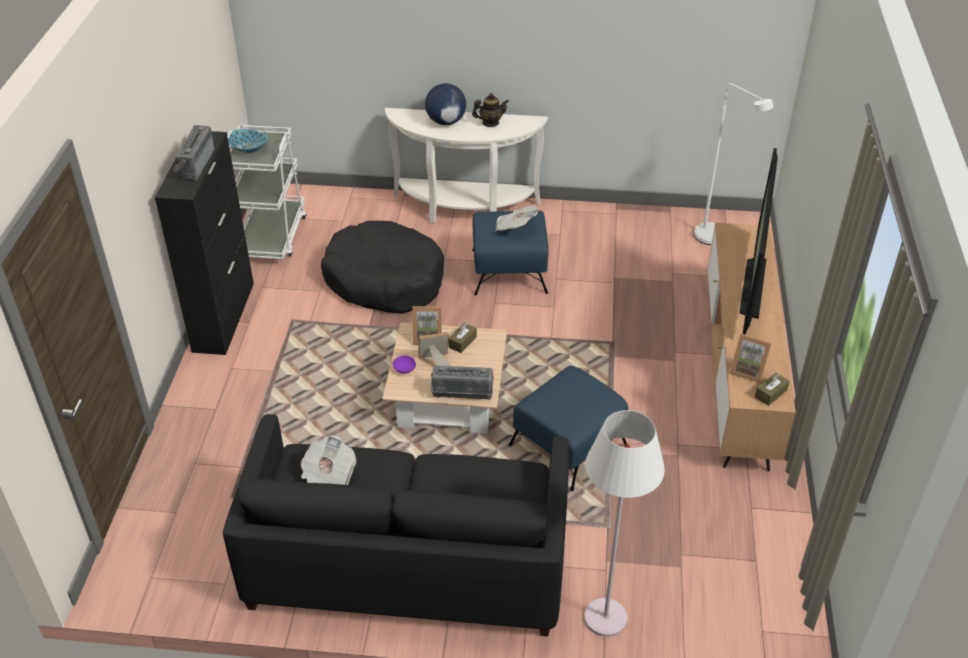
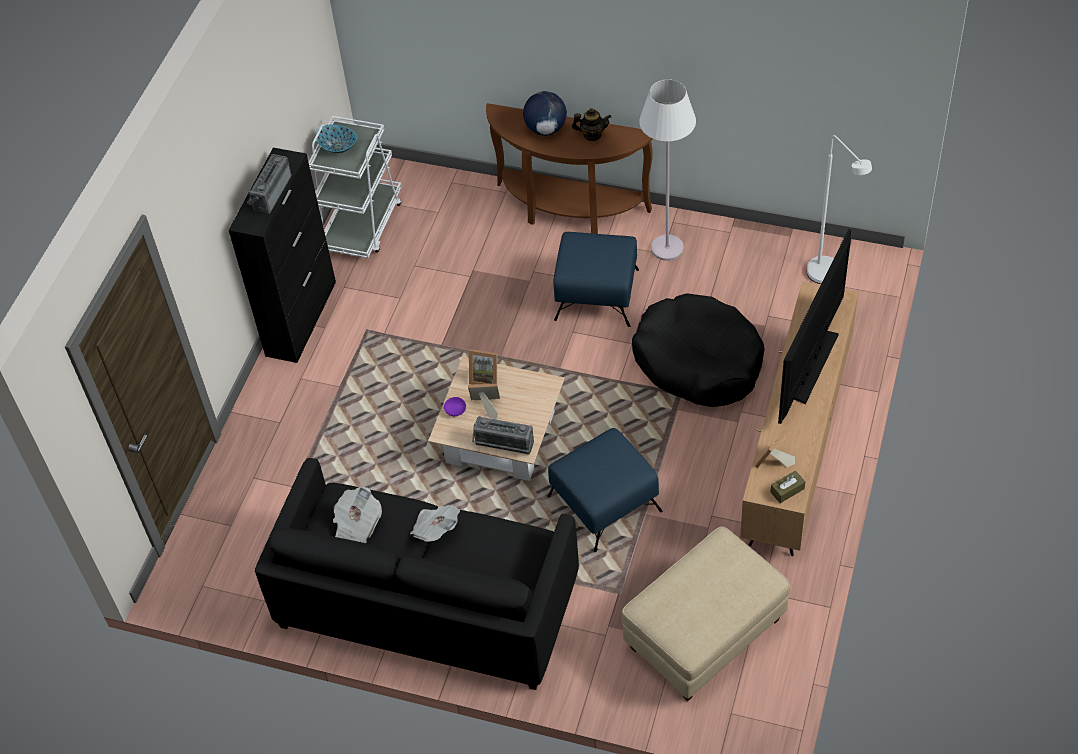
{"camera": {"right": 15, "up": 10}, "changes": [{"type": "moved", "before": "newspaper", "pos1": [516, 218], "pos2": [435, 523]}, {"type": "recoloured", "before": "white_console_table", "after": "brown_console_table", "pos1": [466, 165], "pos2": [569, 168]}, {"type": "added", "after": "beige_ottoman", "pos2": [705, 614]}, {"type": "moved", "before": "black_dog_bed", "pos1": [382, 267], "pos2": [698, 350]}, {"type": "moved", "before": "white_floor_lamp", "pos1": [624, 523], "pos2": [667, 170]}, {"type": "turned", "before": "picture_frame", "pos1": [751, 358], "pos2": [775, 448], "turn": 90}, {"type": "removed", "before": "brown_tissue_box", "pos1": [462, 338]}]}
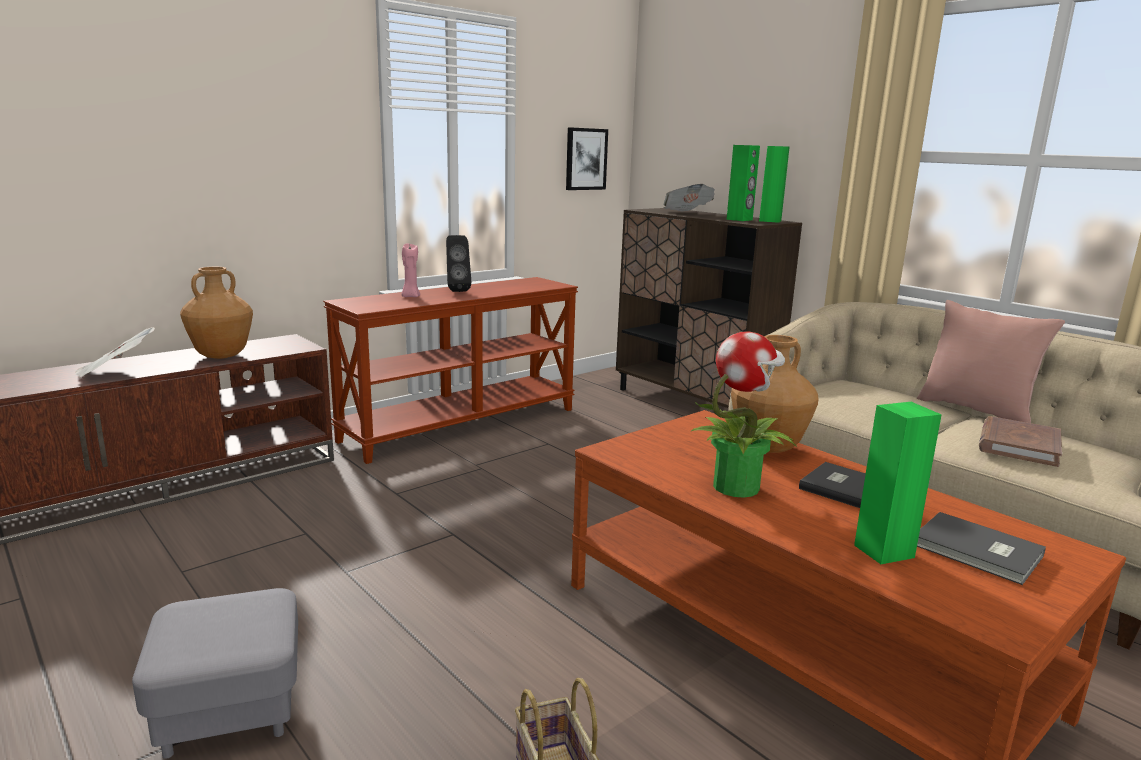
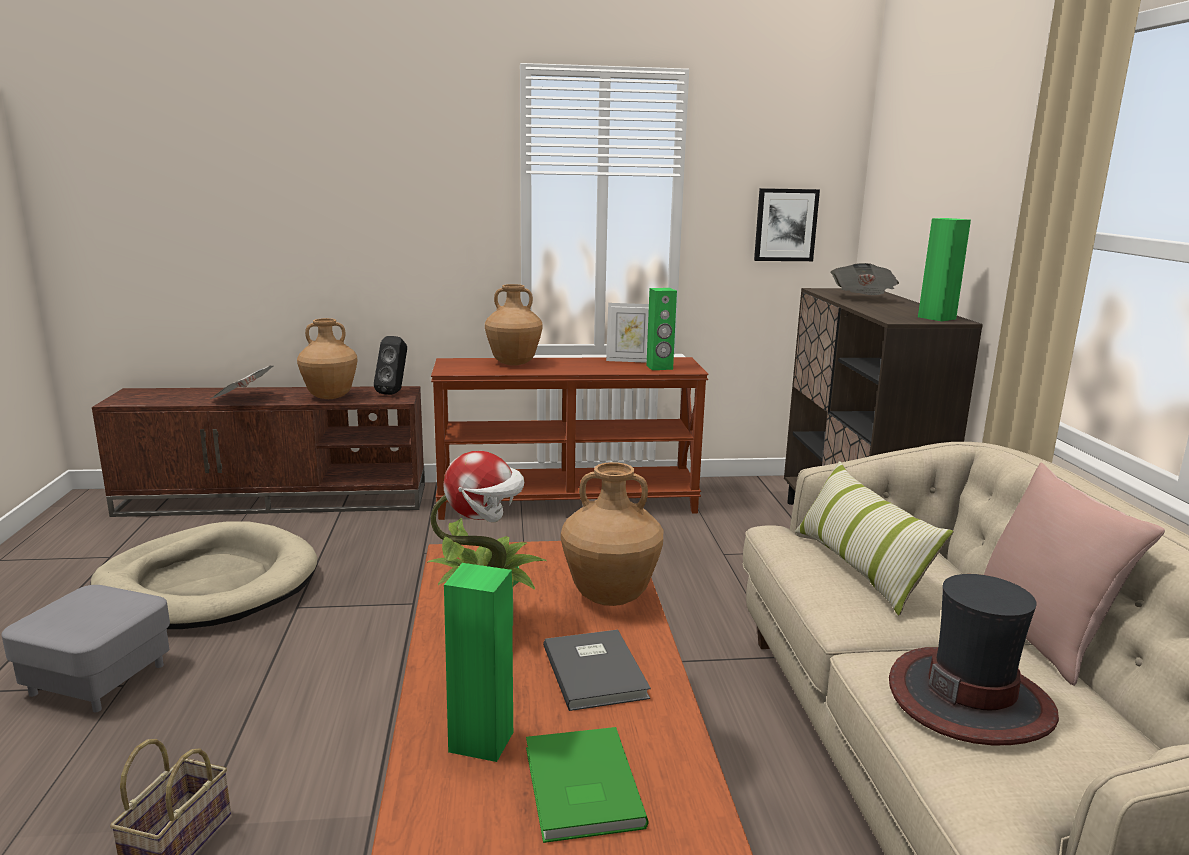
{"camera": {"right": 35, "up": 0}, "changes": [{"type": "added", "after": "beige_dog_bed", "pos2": [203, 575]}, {"type": "moved", "before": "black_speaker", "pos1": [459, 263], "pos2": [390, 365]}, {"type": "replaced", "before": "pink_candle", "after": "brown_vase", "pos1": [410, 270], "pos2": [514, 325]}, {"type": "recoloured", "before": "grey_book", "after": "green_book", "pos1": [981, 548], "pos2": [587, 785]}, {"type": "added", "after": "picture_frame", "pos2": [627, 333]}, {"type": "moved", "before": "green_speaker", "pos1": [743, 183], "pos2": [661, 329]}, {"type": "added", "after": "pillow", "pos2": [874, 538]}, {"type": "replaced", "before": "brown_book", "after": "hat", "pos1": [1020, 441], "pos2": [974, 659]}]}
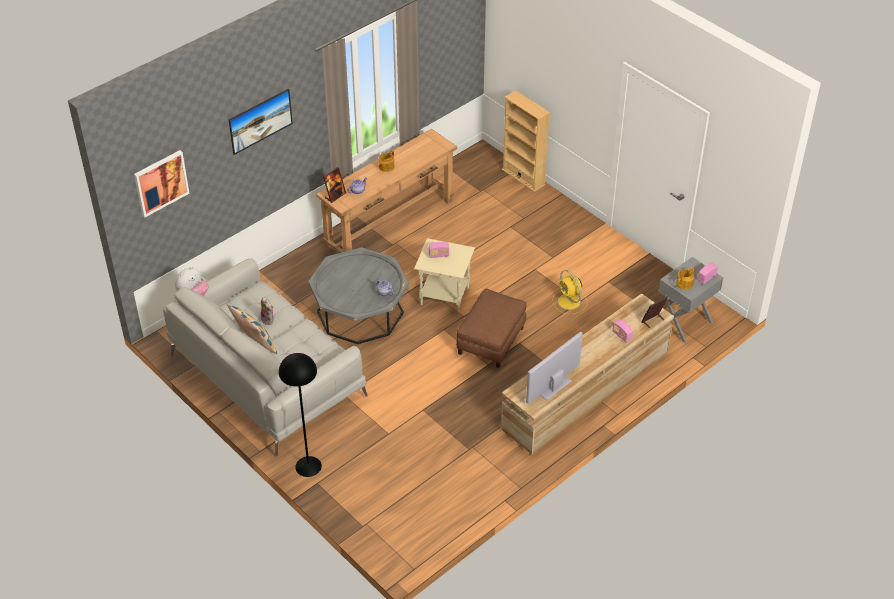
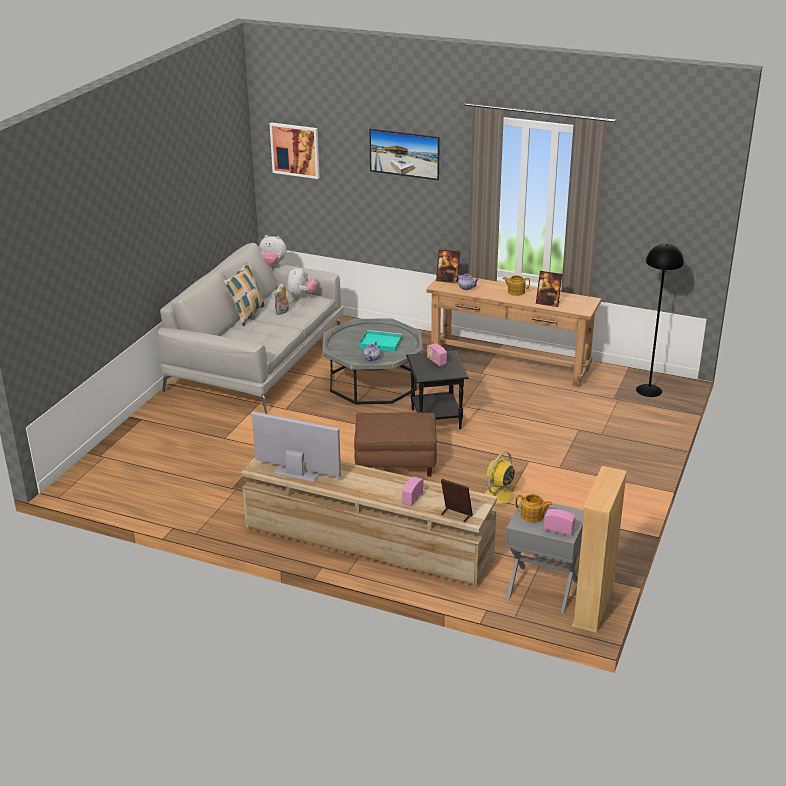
{"camera": {"right": 65, "up": -15}, "changes": [{"type": "added", "after": "plush_toy", "pos2": [302, 282]}, {"type": "added", "after": "turquoise_tray", "pos2": [380, 341]}, {"type": "recoloured", "before": "beige_side_table", "after": "black_side_table", "pos1": [444, 275], "pos2": [437, 389]}, {"type": "added", "after": "picture_frame", "pos2": [549, 289]}, {"type": "moved", "before": "beige_bookcase", "pos1": [526, 141], "pos2": [599, 549]}, {"type": "moved", "before": "black_floor_lamp", "pos1": [300, 415], "pos2": [660, 320]}]}
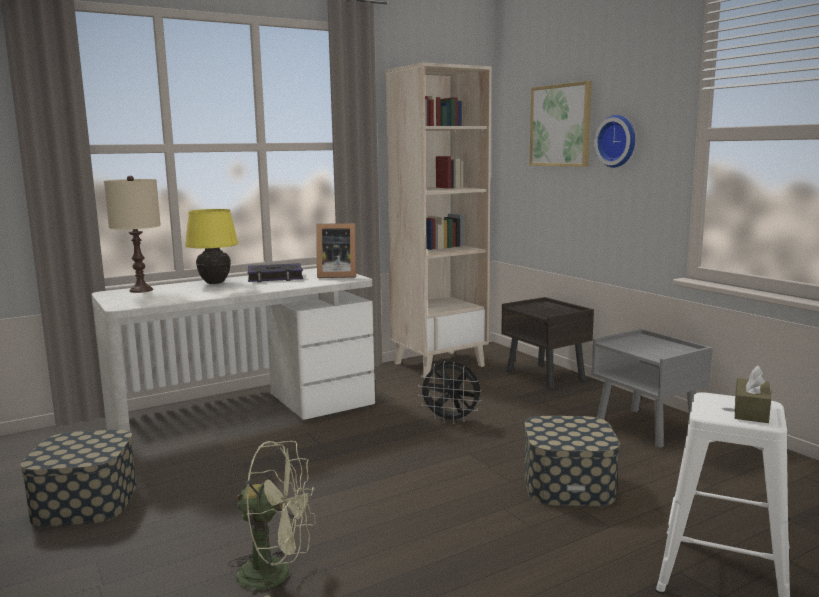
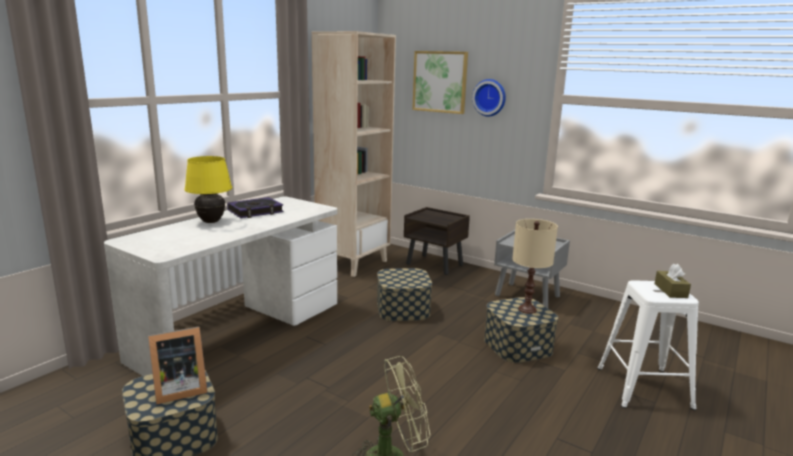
{"camera": {"right": -25, "up": 5}, "changes": [{"type": "moved", "before": "picture_frame", "pos1": [336, 250], "pos2": [177, 366]}, {"type": "replaced", "before": "black_fan", "after": "storage_box", "pos1": [450, 392], "pos2": [404, 294]}, {"type": "moved", "before": "beige_table_lamp", "pos1": [132, 234], "pos2": [535, 266]}]}
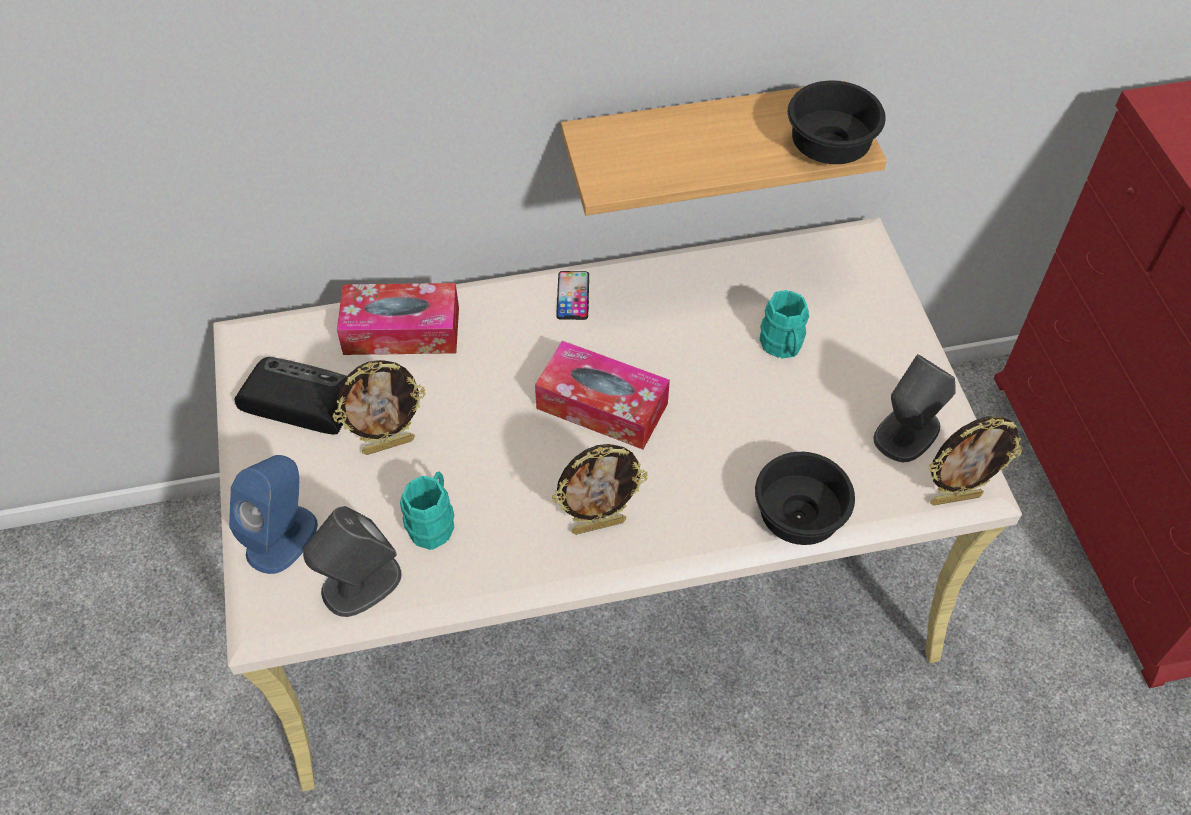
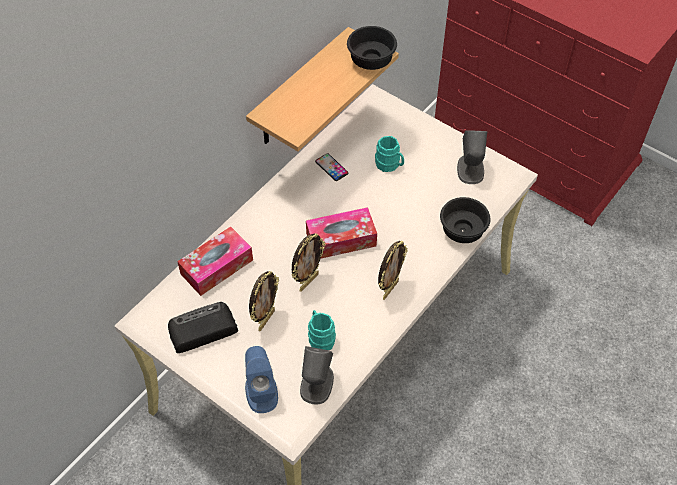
{"camera": {"right": -40, "up": 0}, "changes": [{"type": "moved", "before": "picture_frame", "pos1": [975, 460], "pos2": [308, 263]}, {"type": "moved", "before": "phone", "pos1": [572, 295], "pos2": [332, 167]}]}
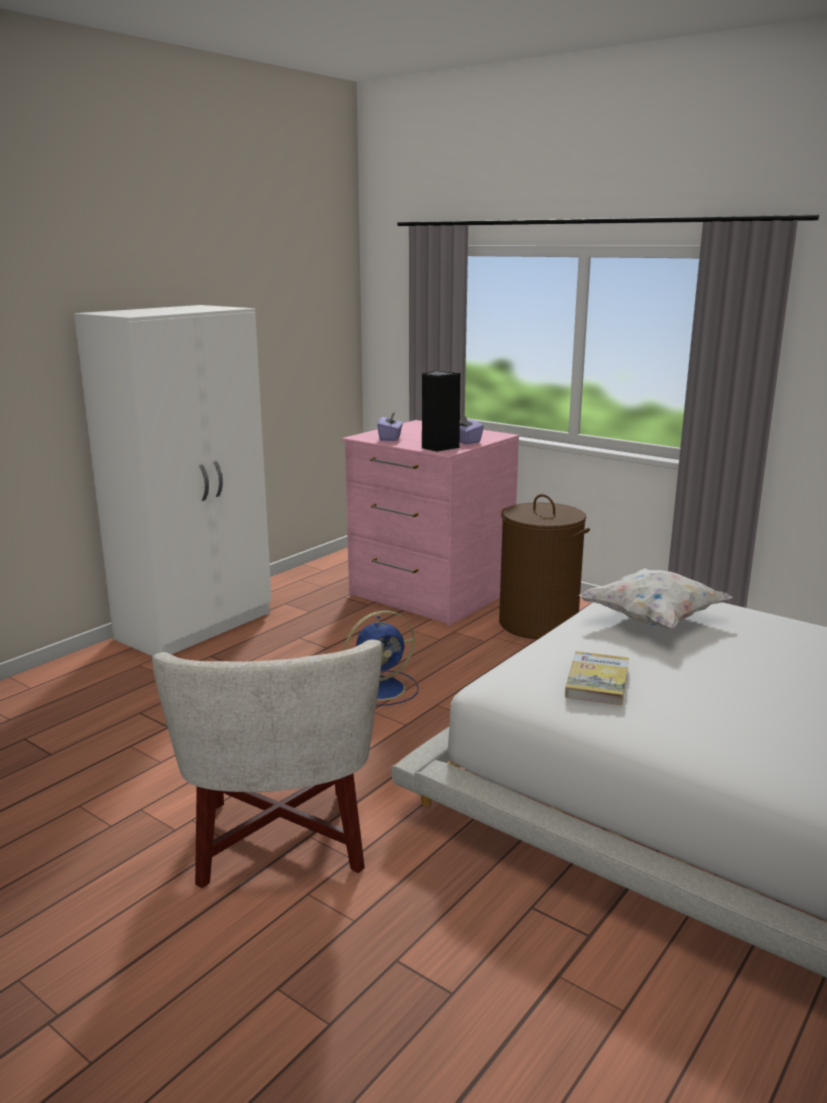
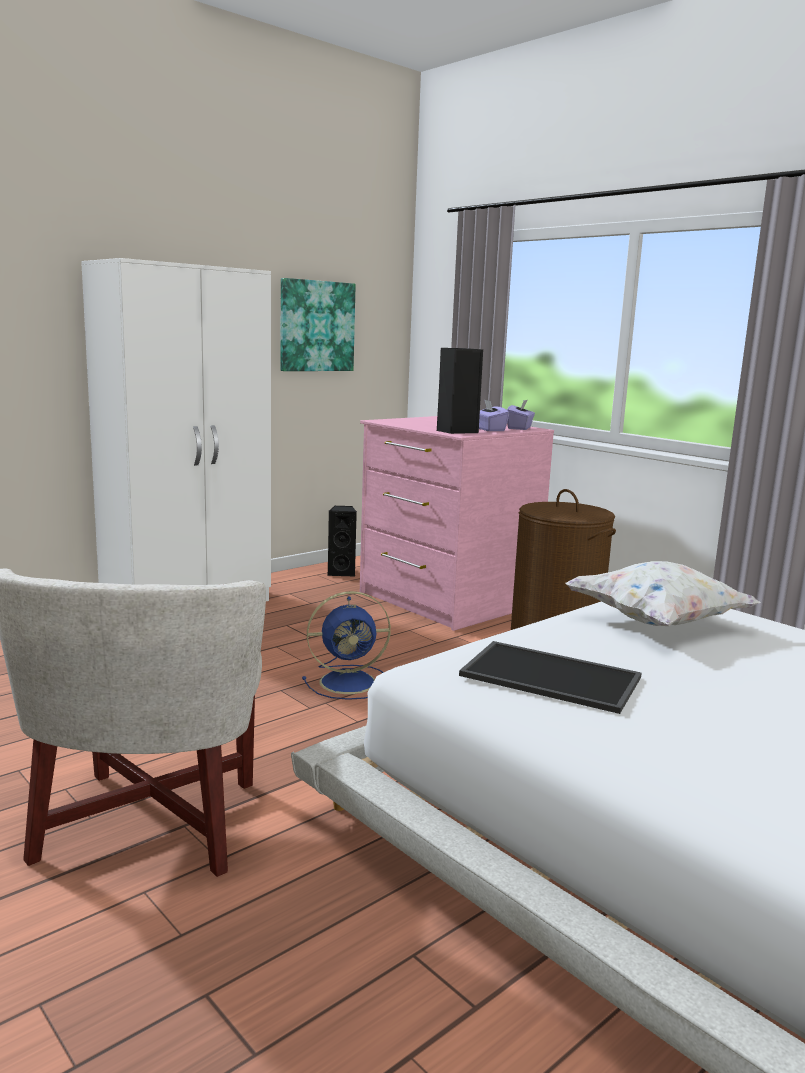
{"camera": {"right": 10, "up": -5}, "changes": [{"type": "added", "after": "picture", "pos2": [318, 324]}, {"type": "added", "after": "black_speaker", "pos2": [342, 541]}, {"type": "replaced", "before": "book", "after": "tray", "pos1": [597, 678], "pos2": [550, 677]}, {"type": "moved", "before": "purple_tissue_box", "pos1": [390, 426], "pos2": [521, 415]}]}
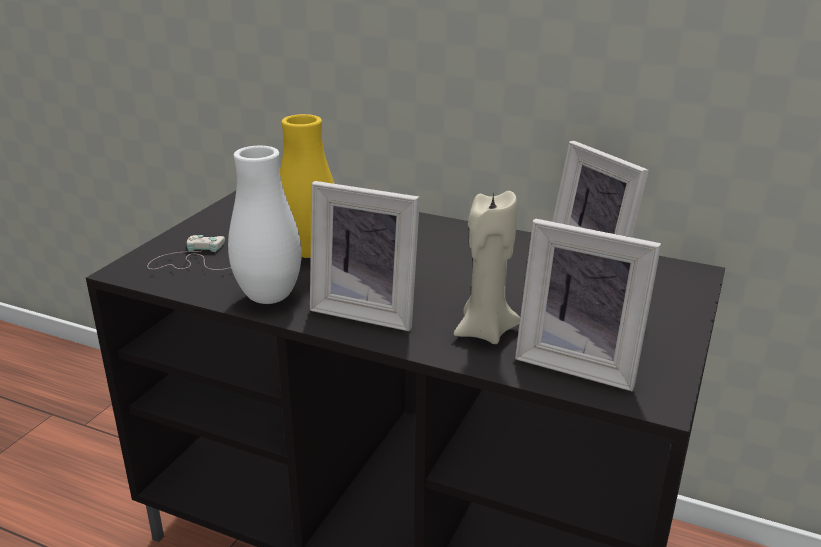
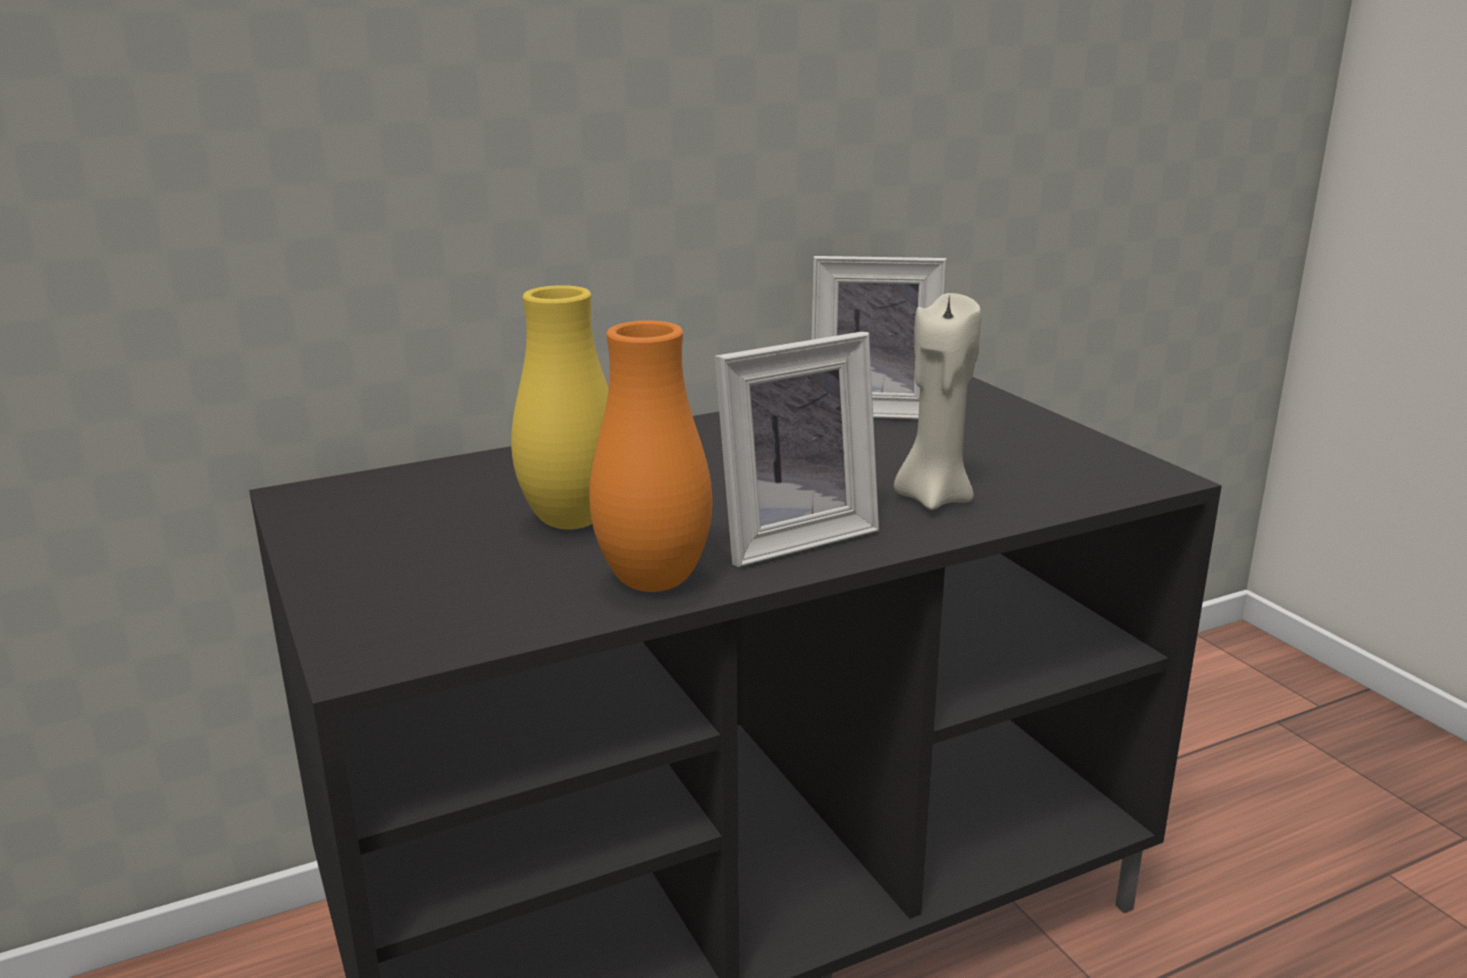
{"camera": {"right": -50, "up": -5}, "changes": [{"type": "recoloured", "before": "white_vase", "after": "orange_vase", "pos1": [265, 225], "pos2": [650, 456]}, {"type": "removed", "before": "white_game_controller", "pos1": [189, 252]}, {"type": "removed", "before": "picture_frame", "pos1": [588, 305]}]}
